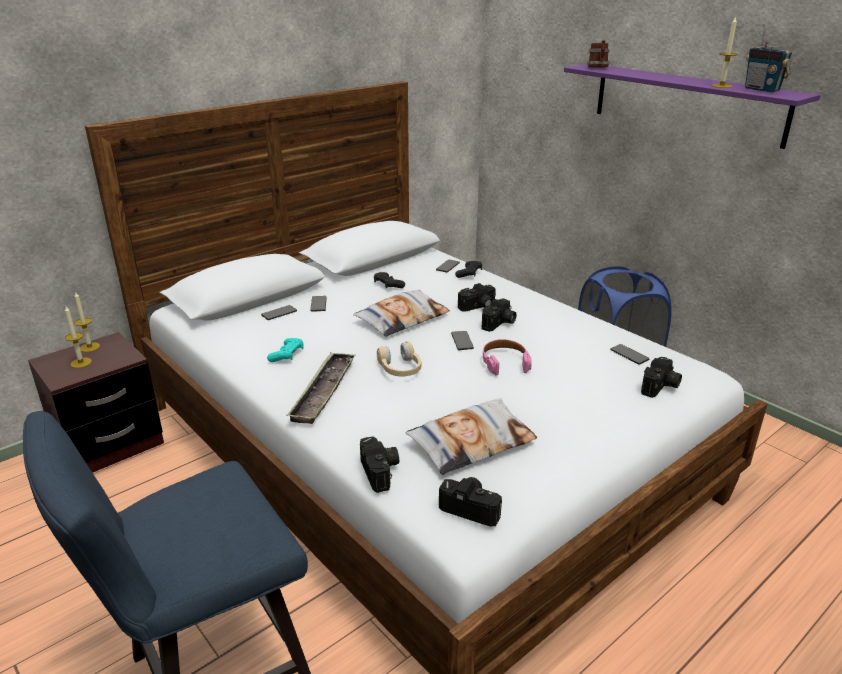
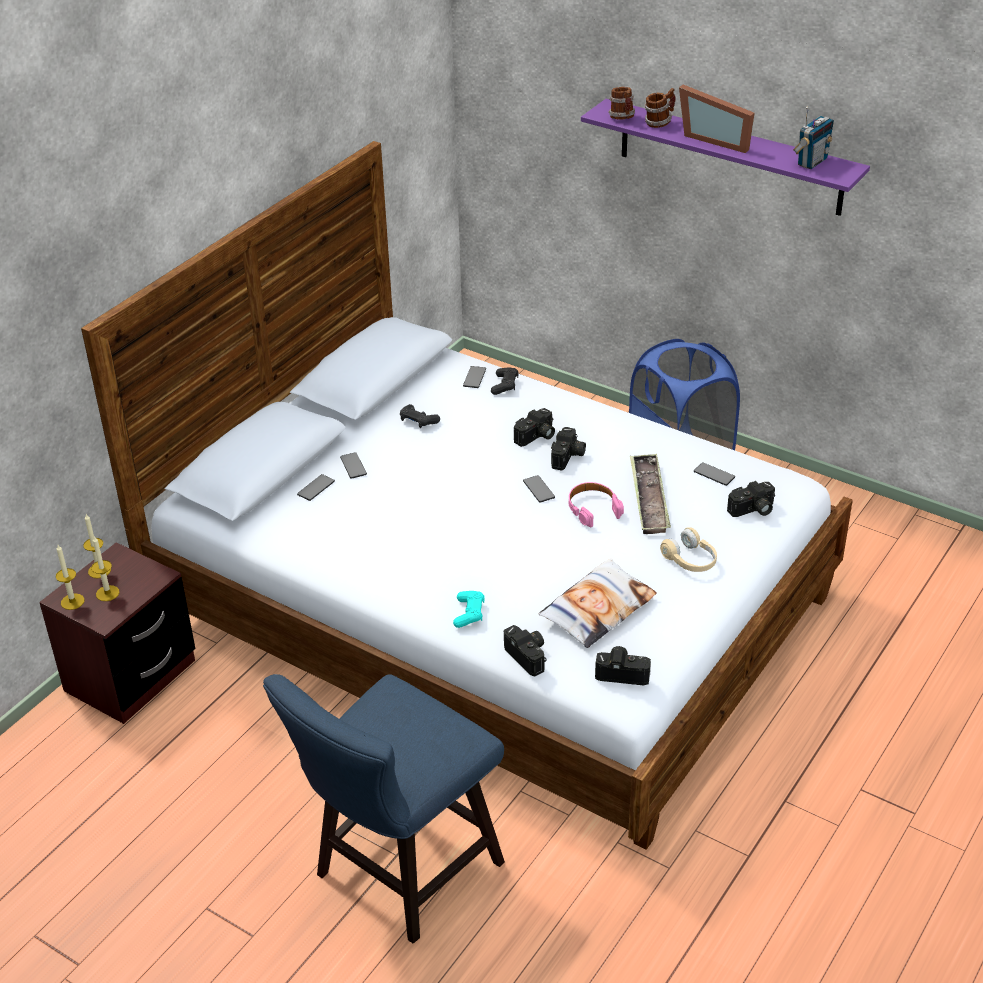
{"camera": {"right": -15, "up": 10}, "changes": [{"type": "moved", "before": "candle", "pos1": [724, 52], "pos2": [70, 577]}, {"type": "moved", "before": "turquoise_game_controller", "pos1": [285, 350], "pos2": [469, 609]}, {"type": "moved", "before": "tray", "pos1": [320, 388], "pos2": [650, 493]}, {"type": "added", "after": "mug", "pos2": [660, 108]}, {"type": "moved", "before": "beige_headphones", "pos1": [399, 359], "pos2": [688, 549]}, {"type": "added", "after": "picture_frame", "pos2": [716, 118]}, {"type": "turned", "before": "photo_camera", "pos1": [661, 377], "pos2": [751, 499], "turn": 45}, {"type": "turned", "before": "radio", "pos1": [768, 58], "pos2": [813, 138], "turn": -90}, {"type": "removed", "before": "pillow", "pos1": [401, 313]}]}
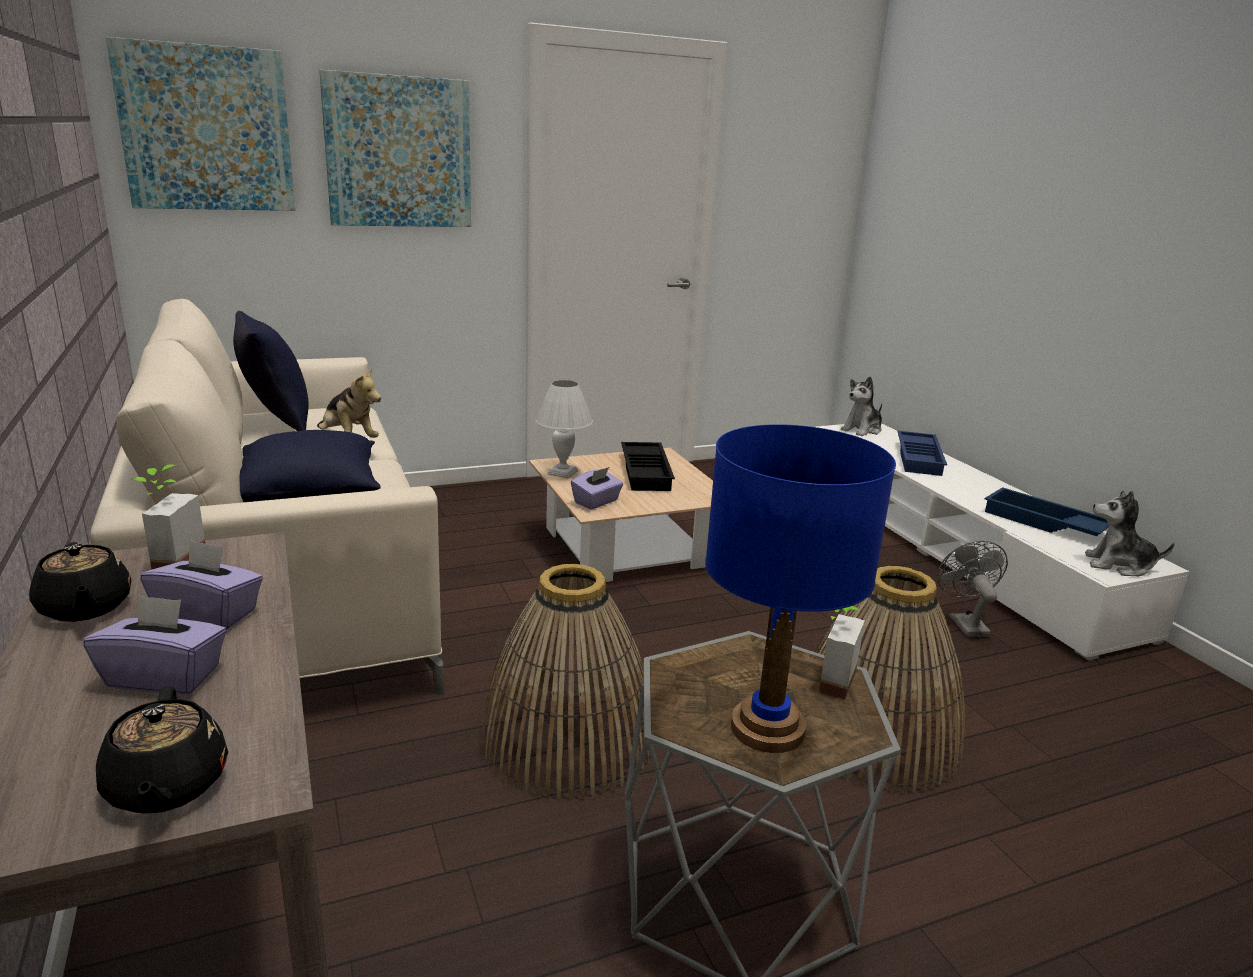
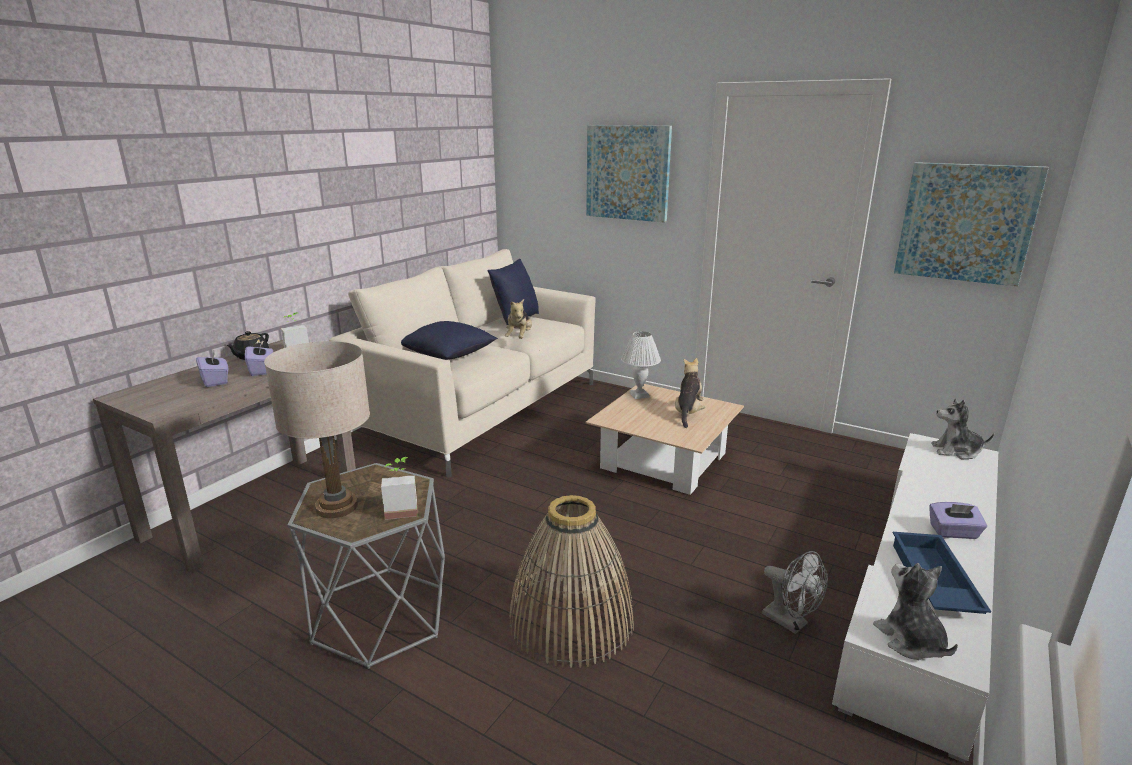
{"camera": {"right": 55, "up": 0}, "changes": [{"type": "recoloured", "before": "blue_table_lamp", "after": "beige_table_lamp", "pos1": [800, 588], "pos2": [317, 429]}, {"type": "replaced", "before": "black_tray", "after": "plush_toy", "pos1": [648, 466], "pos2": [690, 393]}, {"type": "turned", "before": "grey_fan", "pos1": [972, 589], "pos2": [795, 592], "turn": 90}, {"type": "moved", "before": "picture", "pos1": [200, 124], "pos2": [971, 224]}, {"type": "moved", "before": "purple_tissue_box", "pos1": [597, 488], "pos2": [958, 520]}, {"type": "removed", "before": "black_teapot", "pos1": [162, 749]}, {"type": "removed", "before": "basket", "pos1": [566, 682]}, {"type": "removed", "before": "blue_tray", "pos1": [922, 453]}]}
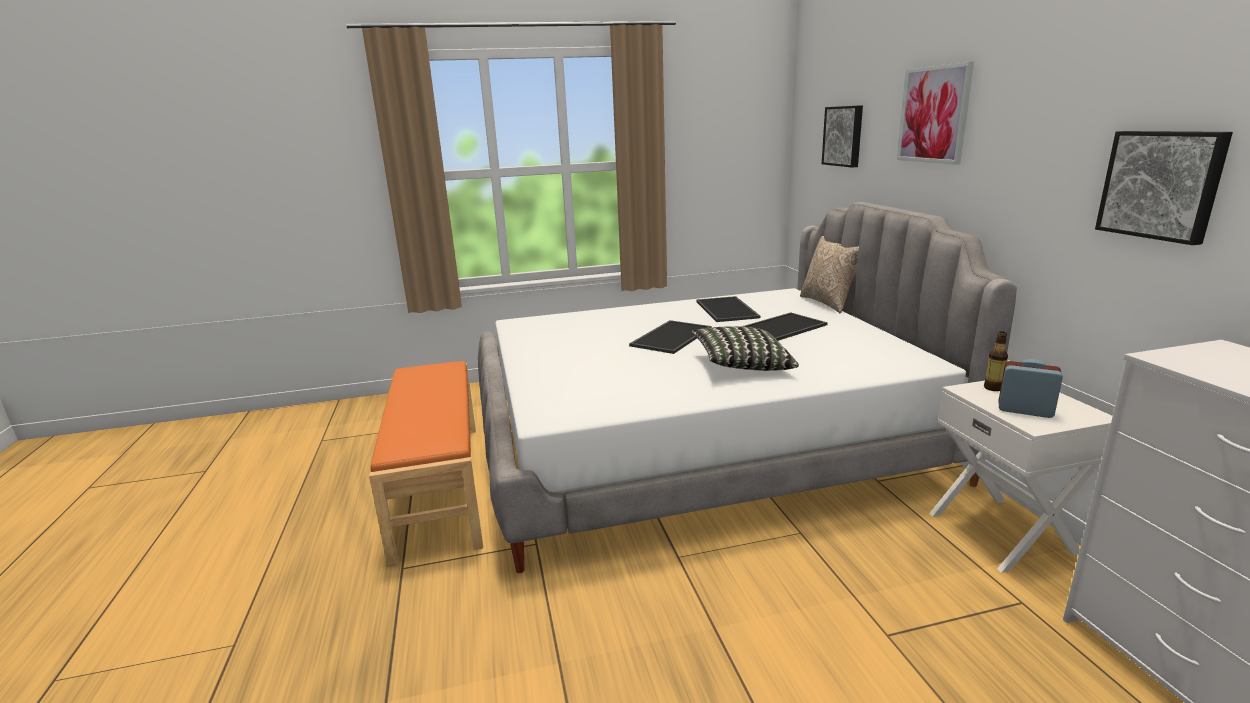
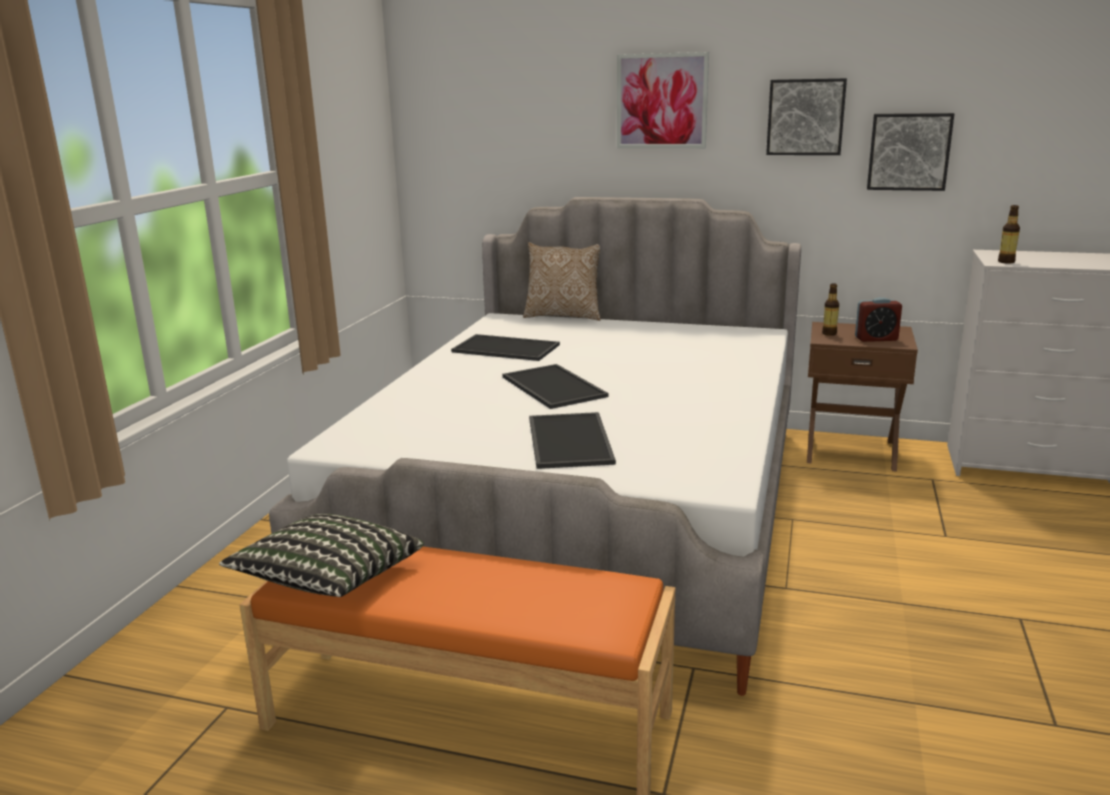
{"camera": {"right": -60, "up": 0}, "changes": [{"type": "moved", "before": "pillow", "pos1": [745, 348], "pos2": [321, 555]}, {"type": "moved", "before": "tray", "pos1": [784, 326], "pos2": [572, 440]}, {"type": "moved", "before": "picture", "pos1": [842, 136], "pos2": [806, 116]}, {"type": "recoloured", "before": "white_nightstand", "after": "brown_nightstand", "pos1": [1021, 477], "pos2": [862, 397]}, {"type": "turned", "before": "alarm_clock", "pos1": [1031, 388], "pos2": [878, 319], "turn": -150}, {"type": "added", "after": "bottle", "pos2": [1009, 234]}]}
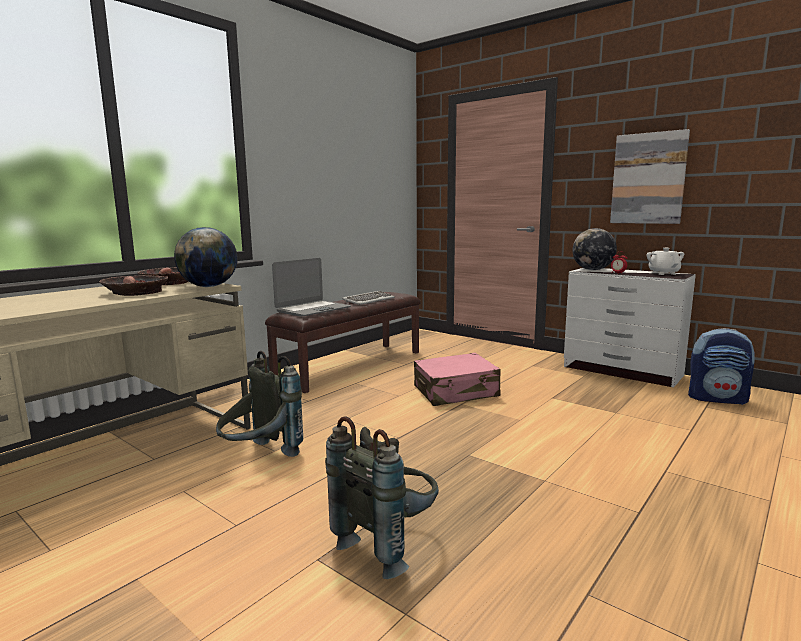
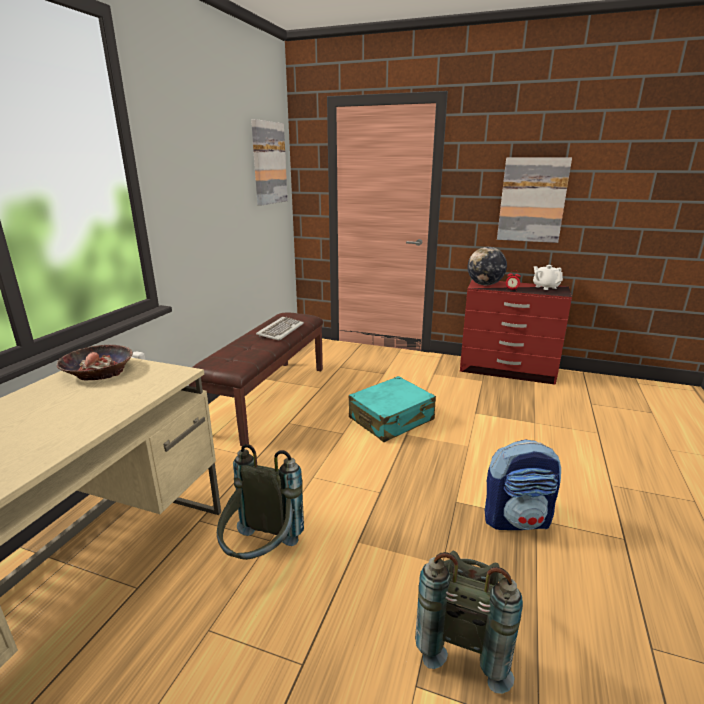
{"camera": {"right": -20, "up": 10}, "changes": [{"type": "added", "after": "picture", "pos2": [269, 162]}, {"type": "recoloured", "before": "pink_suitcase", "after": "turquoise_suitcase", "pos1": [457, 379], "pos2": [392, 409]}, {"type": "recoloured", "before": "white_dresser", "after": "red_dresser", "pos1": [630, 327], "pos2": [516, 332]}, {"type": "moved", "before": "backpack", "pos1": [721, 366], "pos2": [523, 485]}, {"type": "removed", "before": "bowl", "pos1": [133, 285]}, {"type": "removed", "before": "globe", "pos1": [206, 257]}, {"type": "removed", "before": "laptop", "pos1": [311, 287]}]}
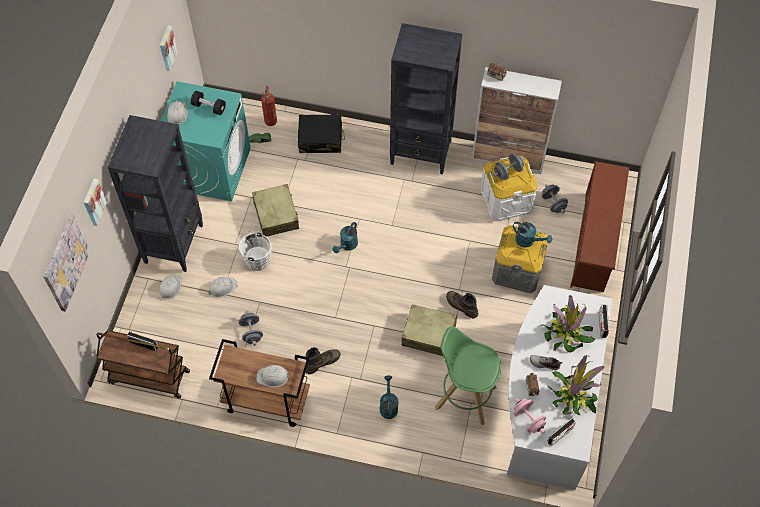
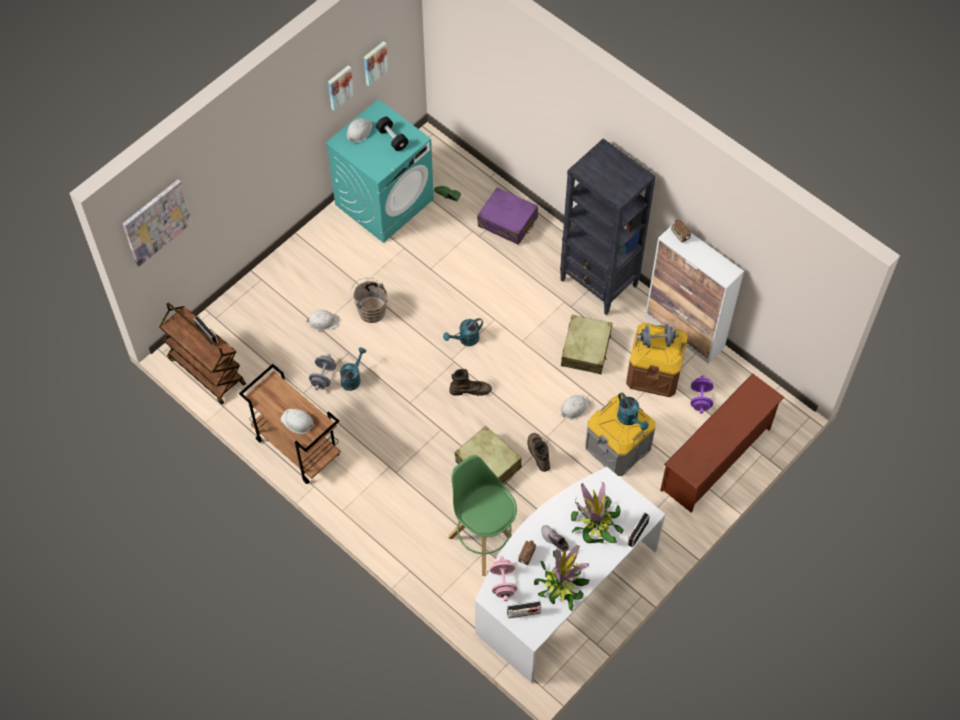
{"camera": {"right": 30, "up": 0}, "changes": [{"type": "moved", "before": "picture", "pos1": [95, 202], "pos2": [341, 88]}, {"type": "moved", "before": "turquoise_watering_can", "pos1": [389, 397], "pos2": [353, 369]}, {"type": "recoloured", "before": "white_bucket", "after": "brown_bucket", "pos1": [253, 251], "pos2": [369, 300]}, {"type": "moved", "before": "brown_boot", "pos1": [323, 360], "pos2": [470, 382]}, {"type": "recoloured", "before": "black_suitcase", "after": "purple_suitcase", "pos1": [321, 133], "pos2": [507, 216]}, {"type": "moved", "before": "beige_suitcase", "pos1": [275, 210], "pos2": [586, 344]}, {"type": "moved", "before": "white_hard_hat", "pos1": [170, 287], "pos2": [576, 407]}, {"type": "recoloured", "before": "white_storage_box", "after": "brown_storage_box", "pos1": [509, 188], "pos2": [657, 360]}, {"type": "recoloured", "before": "grey_dumbbell", "after": "purple_dumbbell", "pos1": [555, 198], "pos2": [702, 395]}, {"type": "removed", "before": "black_bookcase", "pos1": [155, 193]}, {"type": "removed", "before": "fire_extinguisher", "pos1": [269, 106]}]}
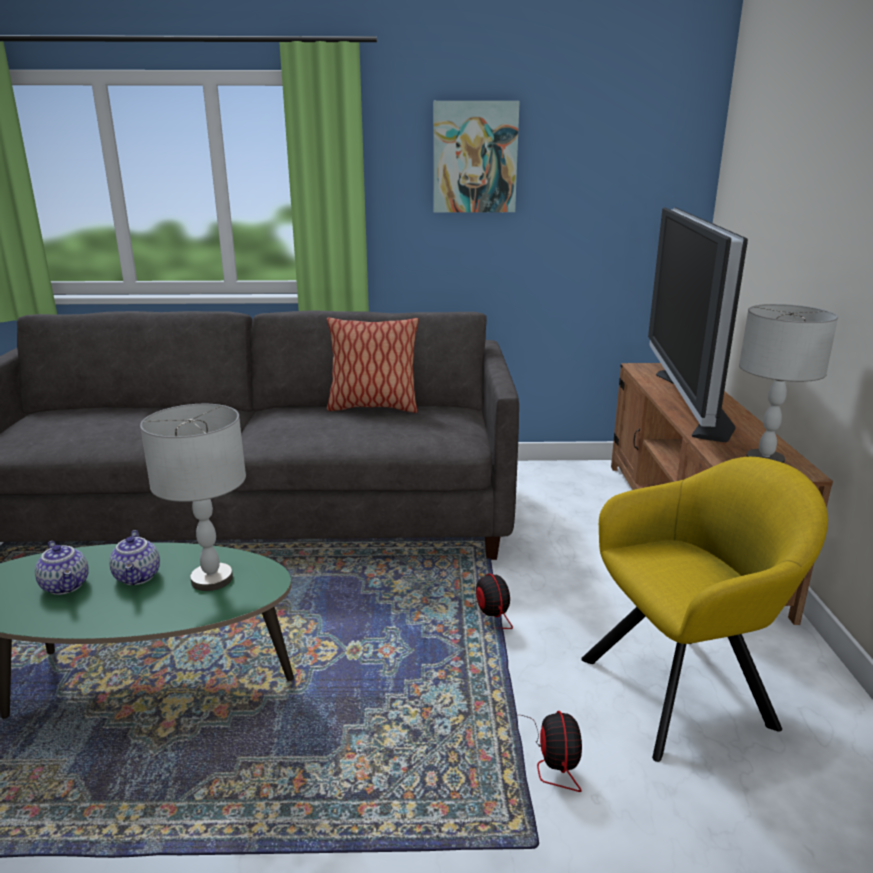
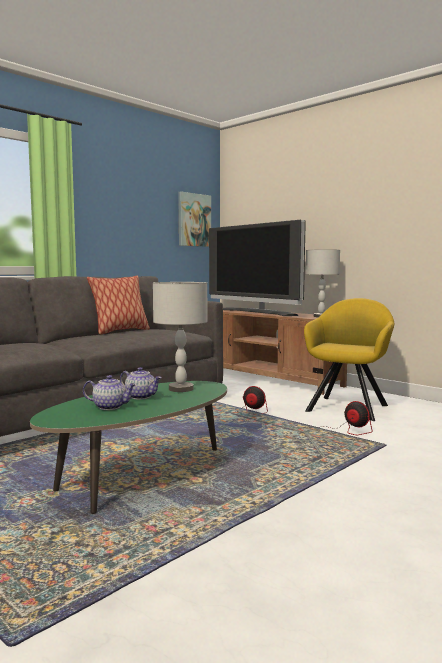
{"camera": {"right": -45, "up": -15}, "changes": [{"type": "moved", "before": "picture", "pos1": [476, 157], "pos2": [194, 219]}]}
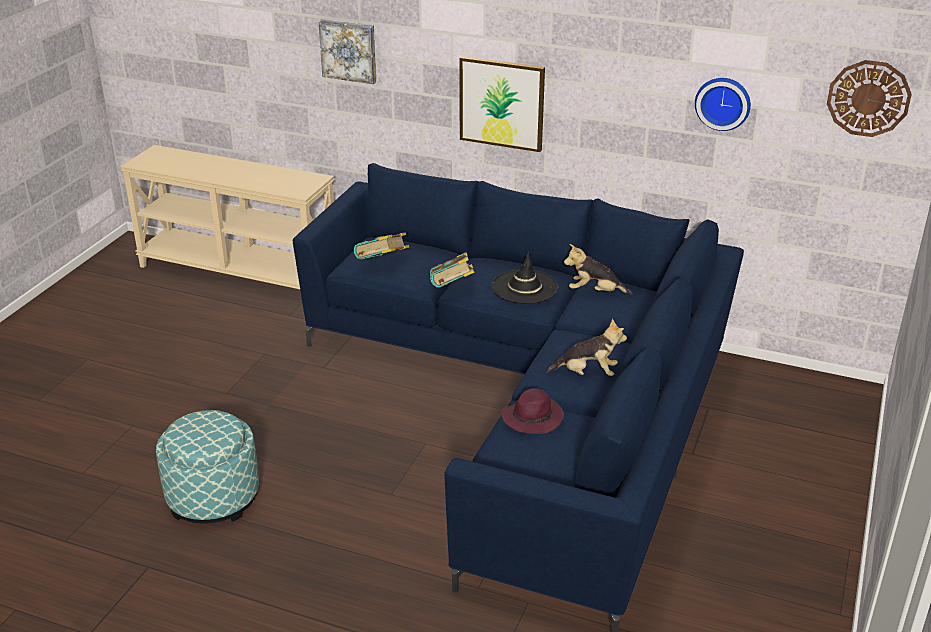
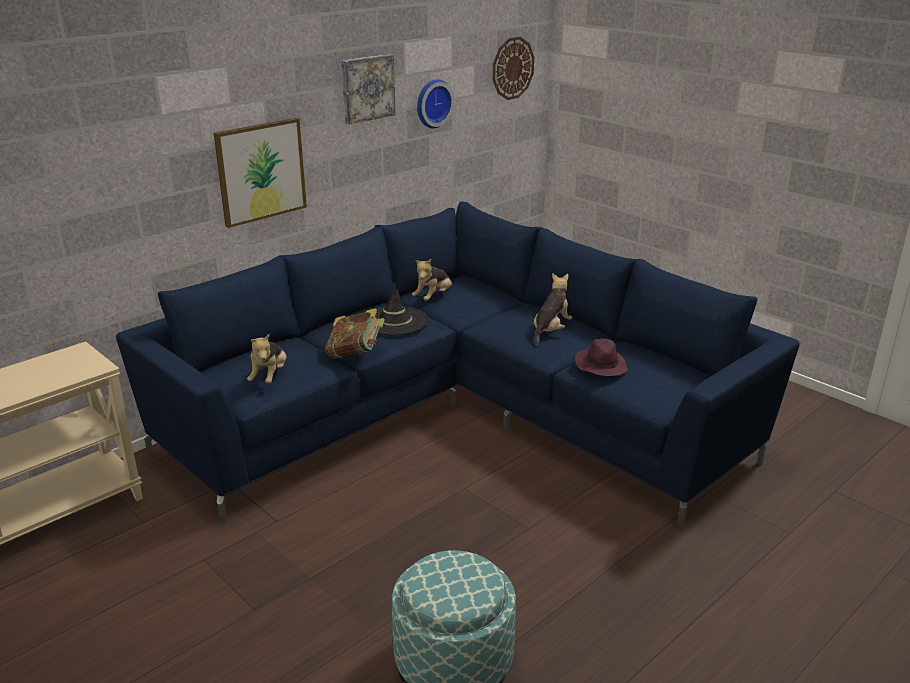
{"camera": {"right": -65, "up": -5}, "changes": [{"type": "replaced", "before": "book", "after": "plush_toy", "pos1": [381, 245], "pos2": [267, 359]}, {"type": "moved", "before": "picture", "pos1": [347, 51], "pos2": [368, 89]}]}
